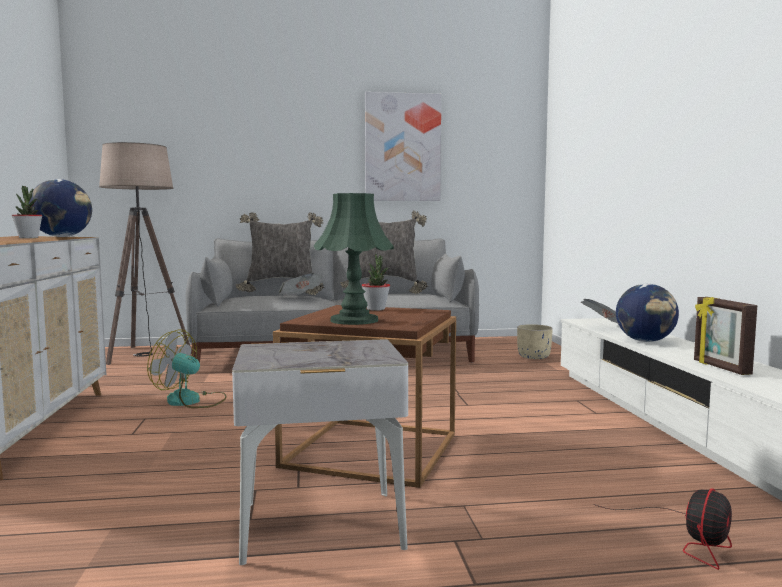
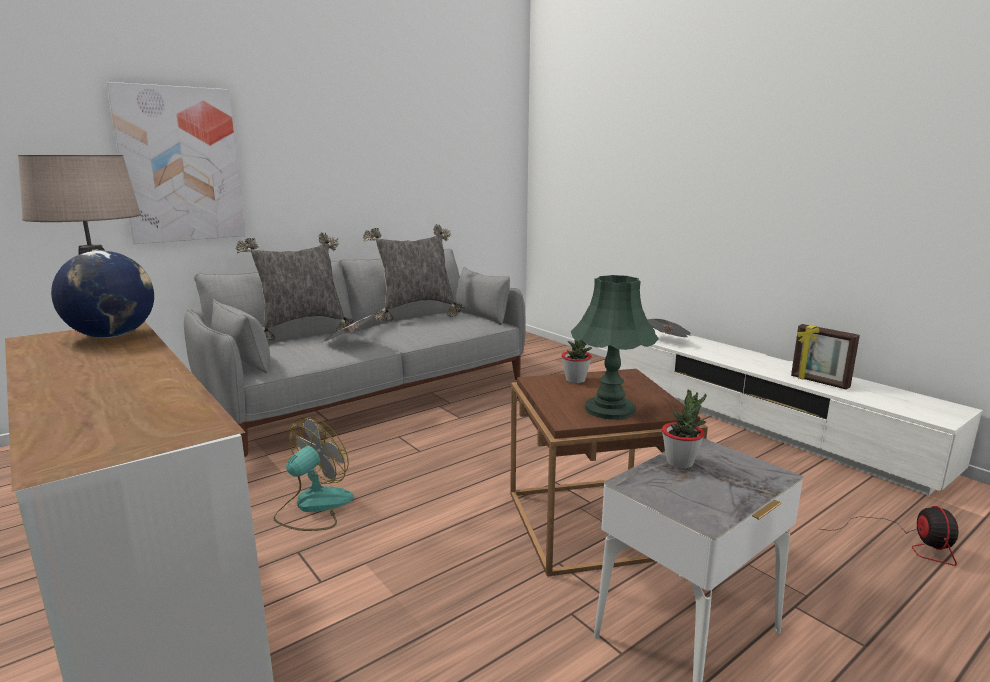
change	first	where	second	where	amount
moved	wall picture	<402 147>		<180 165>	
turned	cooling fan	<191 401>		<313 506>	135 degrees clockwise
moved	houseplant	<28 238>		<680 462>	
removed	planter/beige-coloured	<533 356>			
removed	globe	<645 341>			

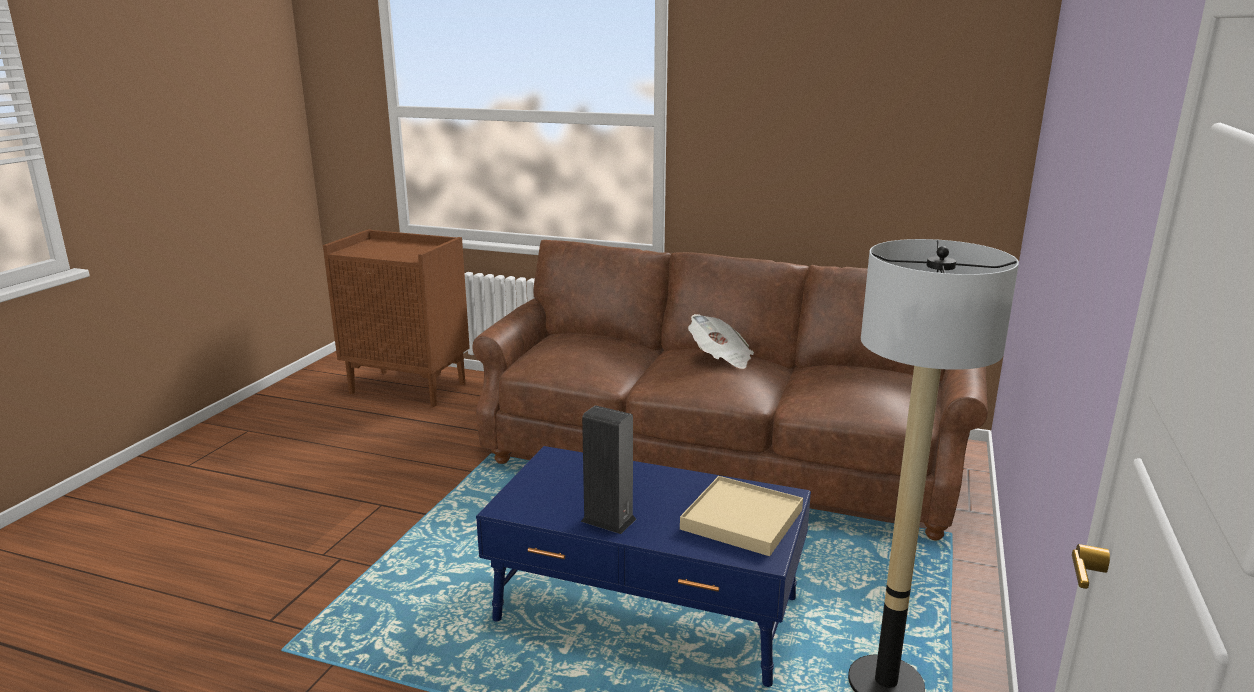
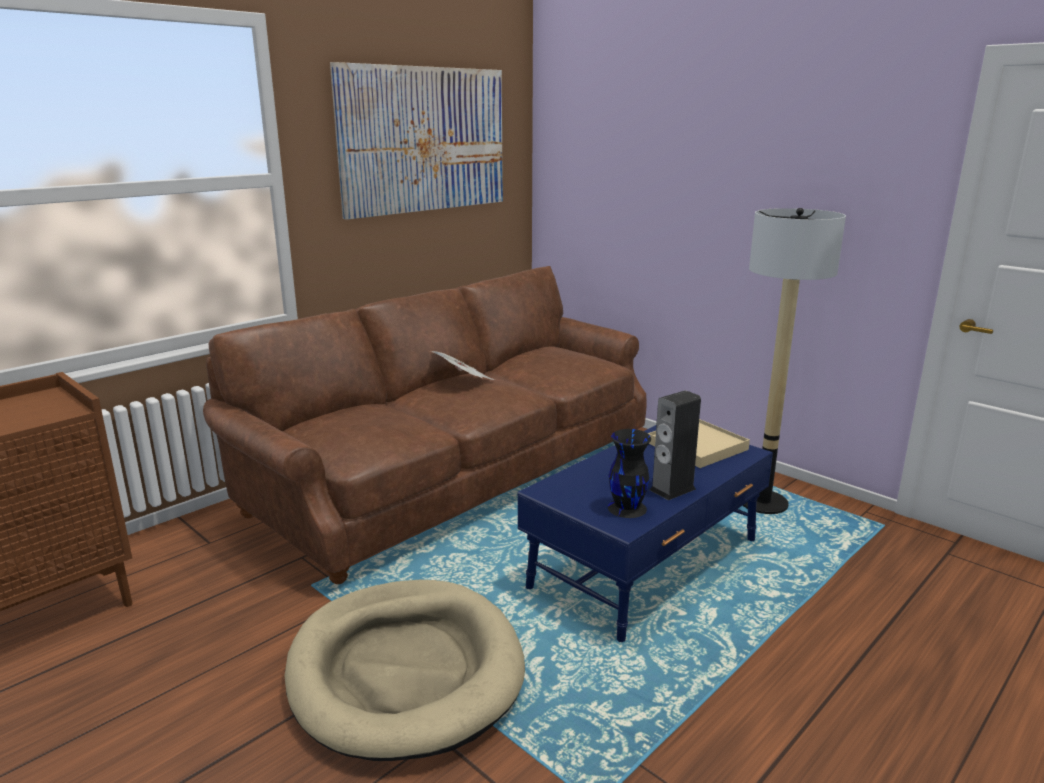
change	first	where	second	where	amount
added			dog cushion/beige-coloured	<405 671>	
added			wall picture	<424 140>	
added			vase/black-coloured	<627 507>	

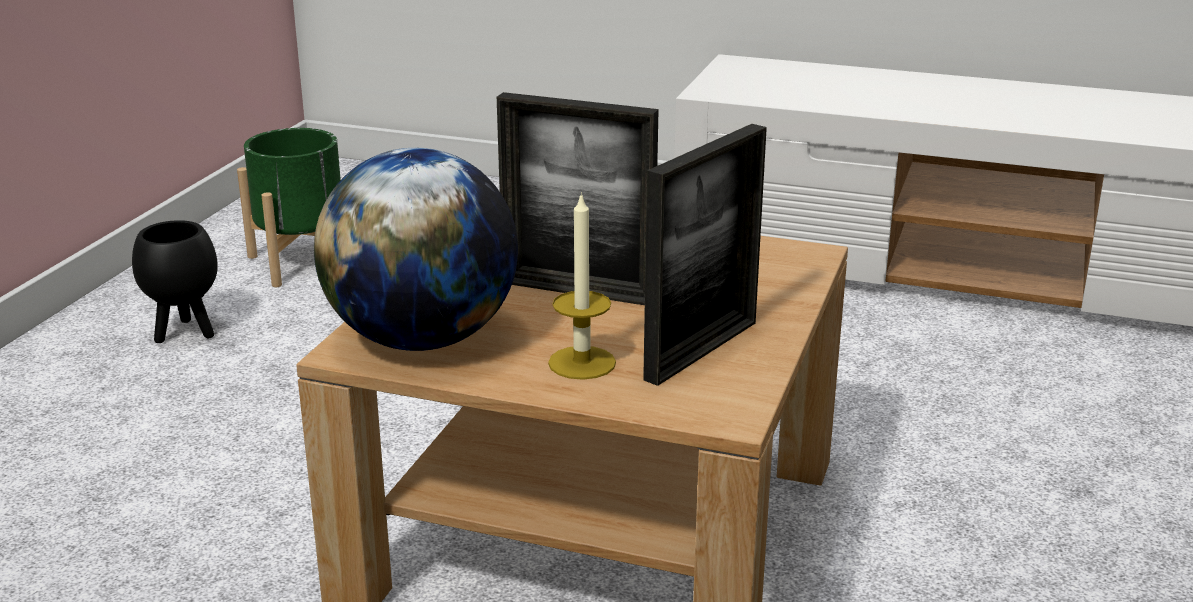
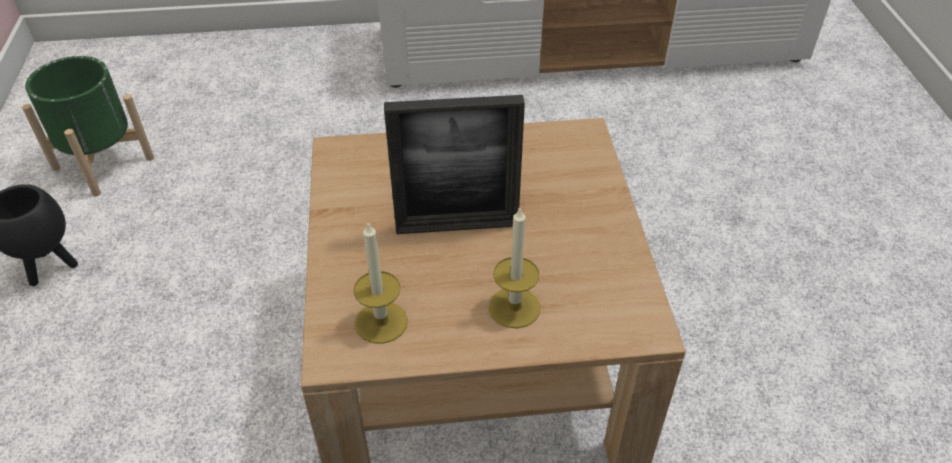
change	first	where	second	where	amount
replaced	globe	<422 340>	candle	<381 322>	
removed	standing frame	<701 350>			

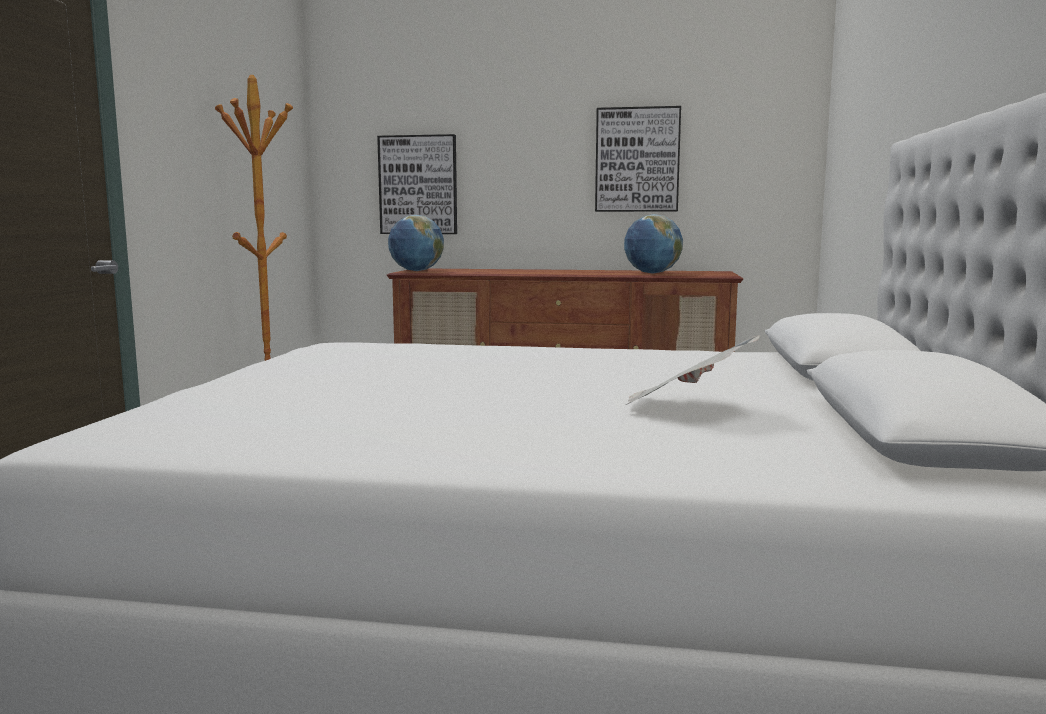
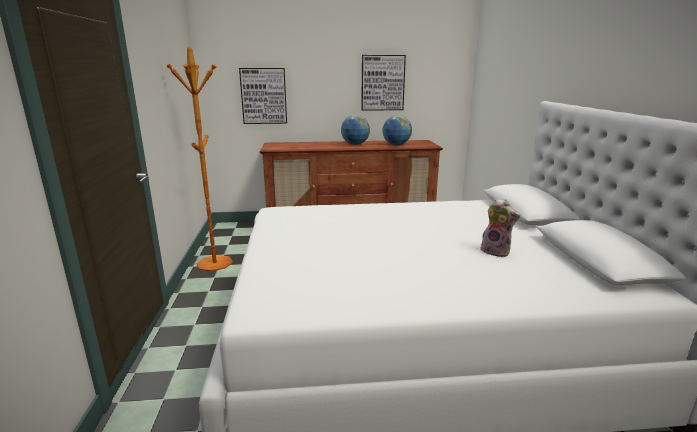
change	first	where	second	where	amount
moved	globe	<416 271>		<355 144>	
replaced	newspaper	<684 408>	cuddly toy	<496 251>	

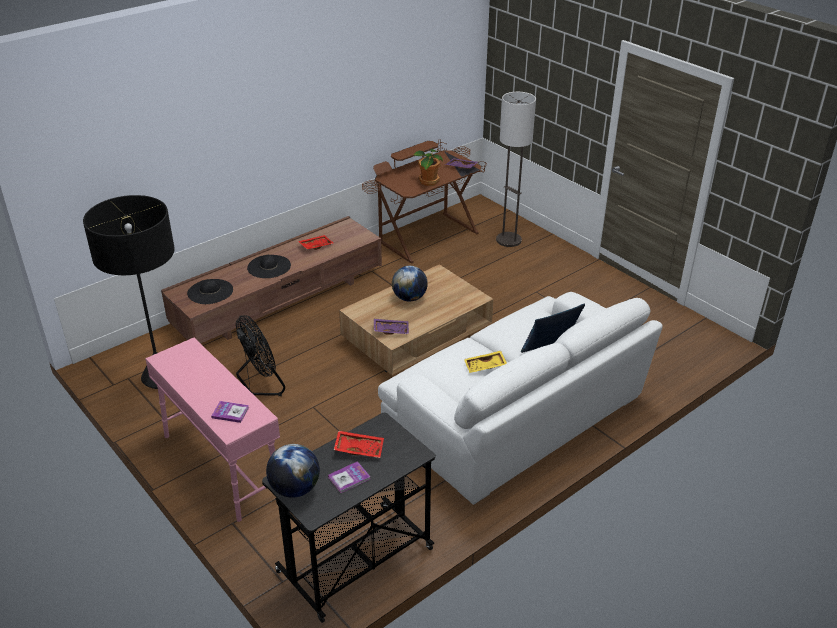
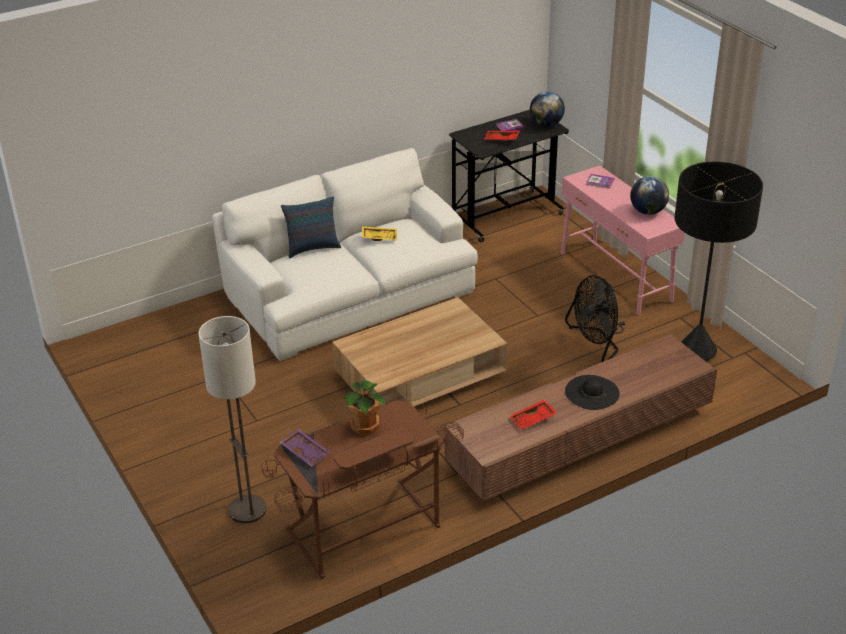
change	first	where	second	where	amount
moved	globe	<409 298>		<647 211>	
removed	clothing hat/black-coloured	<210 291>			
removed	serving tray/purple-coloured	<391 330>			

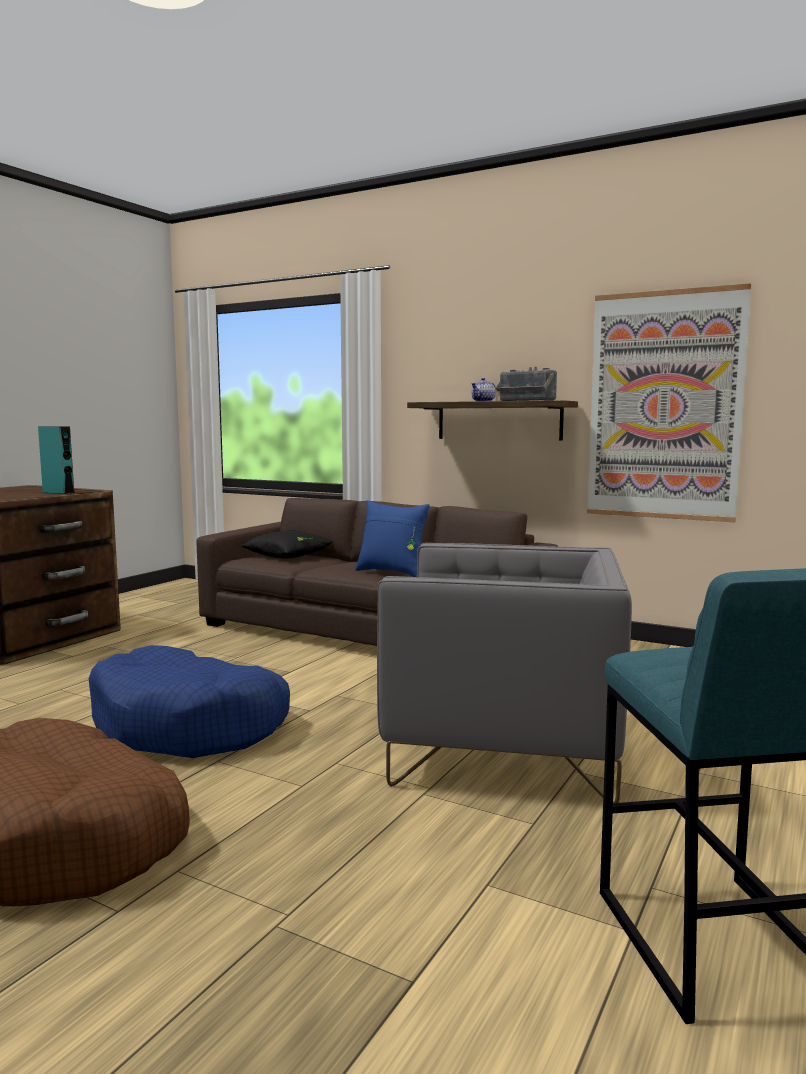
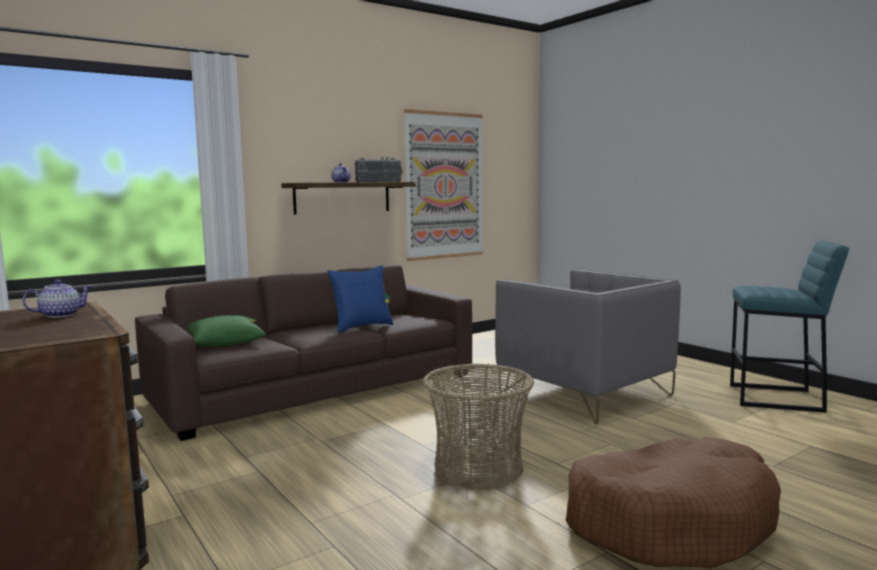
change	first	where	second	where	amount
replaced	speaker/blue-green	<58 493>	pot for tea	<61 315>	
recoloured	pillow/black-coloured	<287 556>	pillow/greenish	<225 343>	
replaced	dog cushion/bluish	<189 726>	basket	<478 468>	
turned	easy chair/greyish	<504 749>		<584 393>	105 degrees clockwise

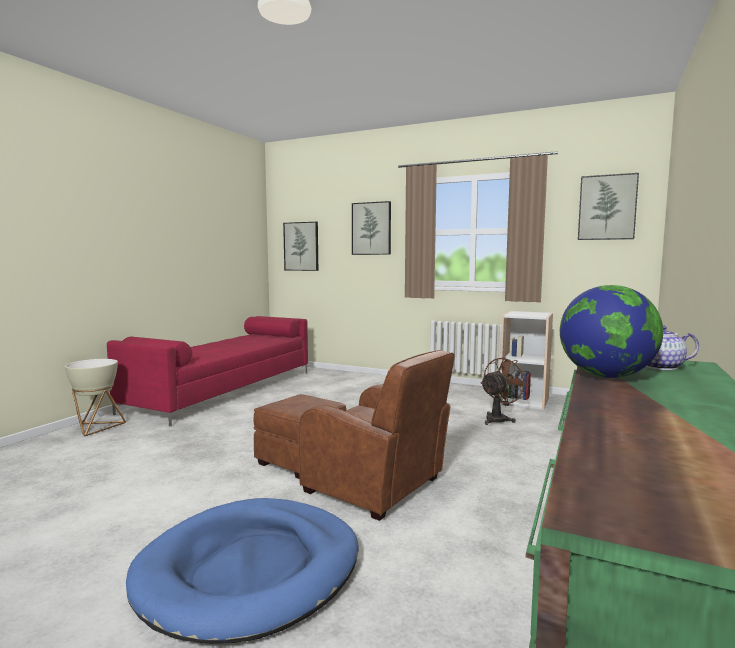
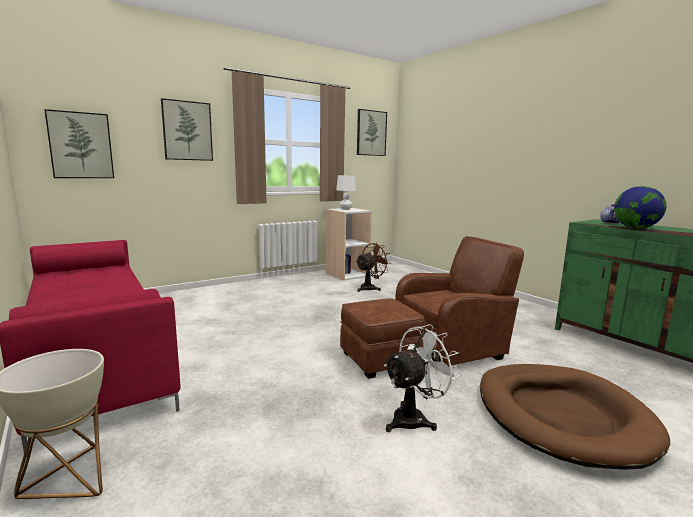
change	first	where	second	where	amount
added			table lamp/white-coloured	<345 209>	
turned	cooling fan/brownish	<499 419>		<370 288>	60 degrees clockwise
added			cooling fan/white-coloured	<415 418>	
recoloured	dog cushion/bluish	<251 571>	dog cushion/brownish	<561 416>	

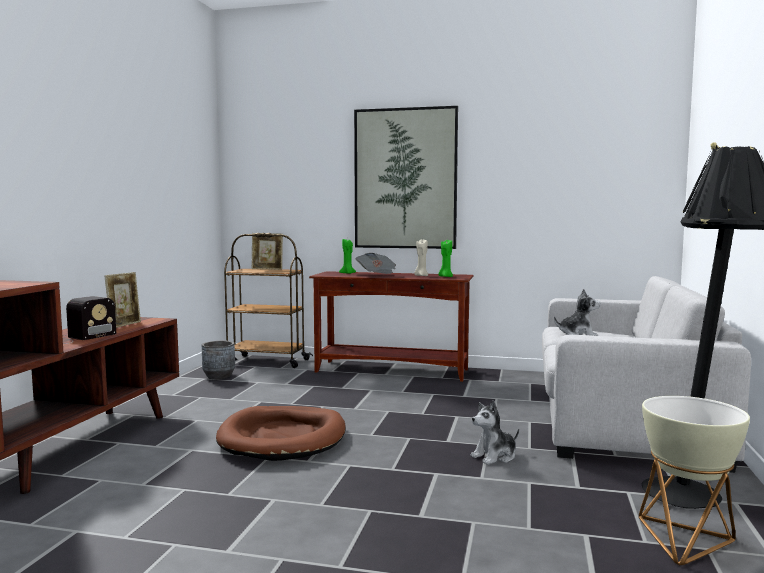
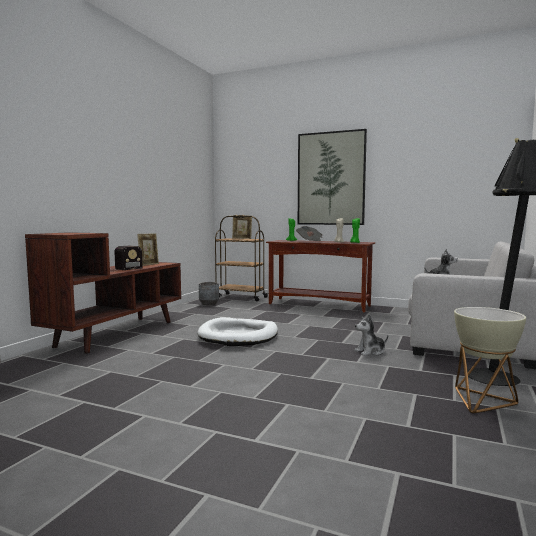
change	first	where	second	where	amount
recoloured	dog cushion/brownish	<283 438>	dog cushion/white-coloured	<238 336>	

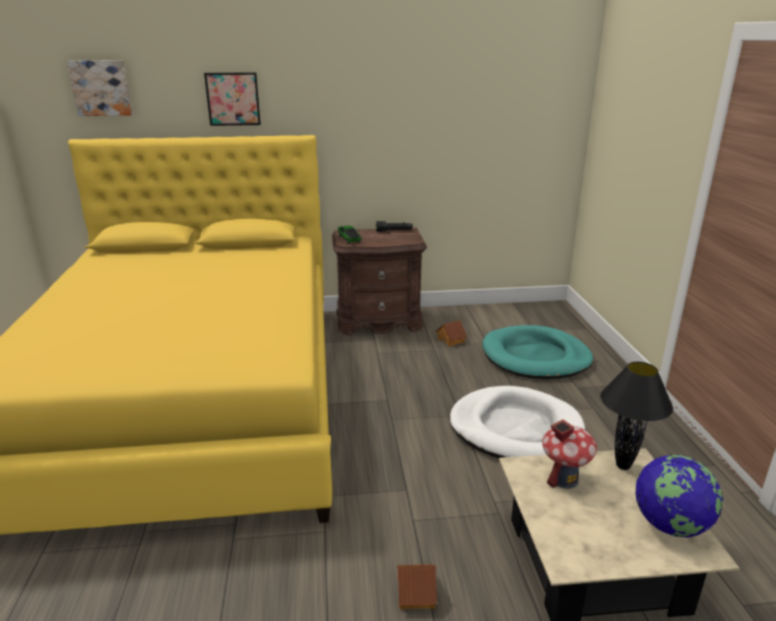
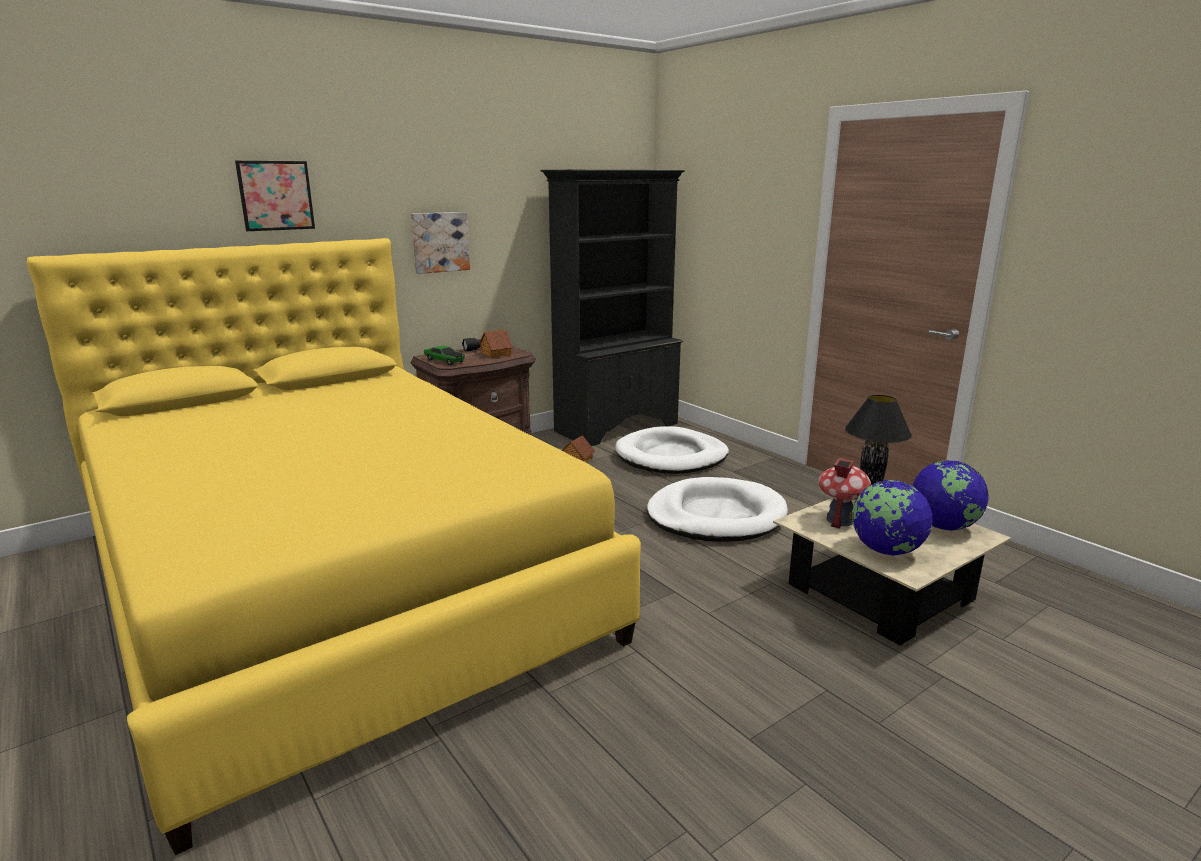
change	first	where	second	where	amount
moved	wall picture	<101 88>		<439 242>	
moved	toy house	<415 592>		<495 354>	
added			bookcase/black-coloured	<616 427>	
recoloured	dog cushion/blue-green	<535 357>	dog cushion/white-coloured	<671 456>	
added			globe	<886 551>	

